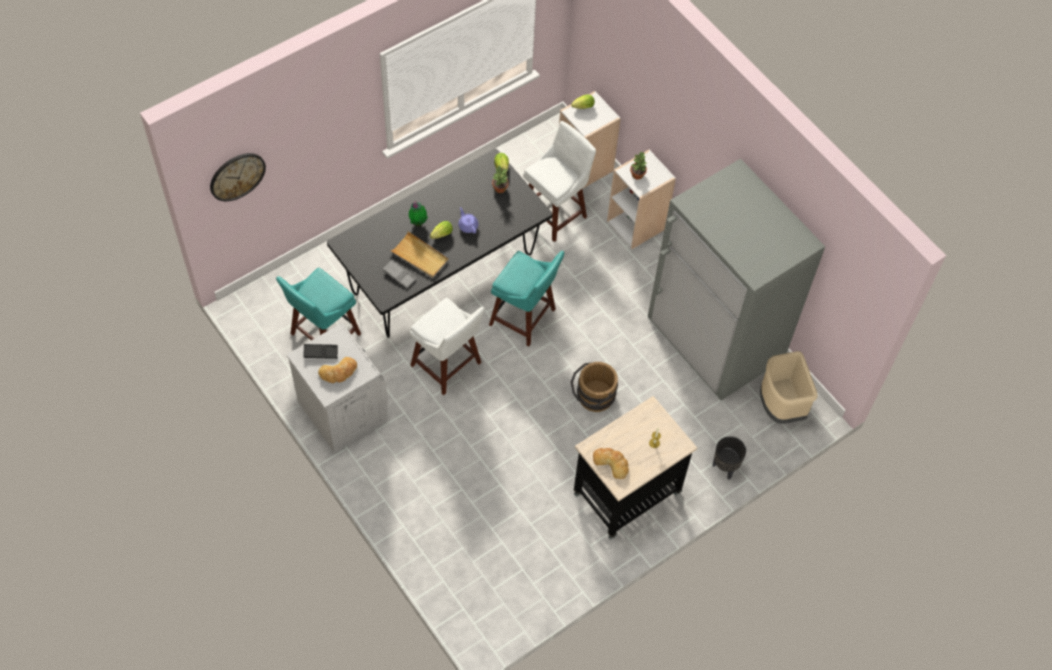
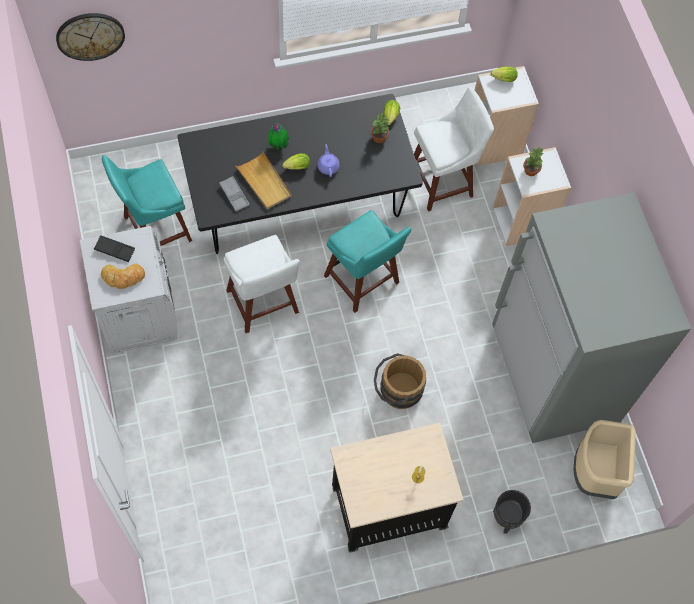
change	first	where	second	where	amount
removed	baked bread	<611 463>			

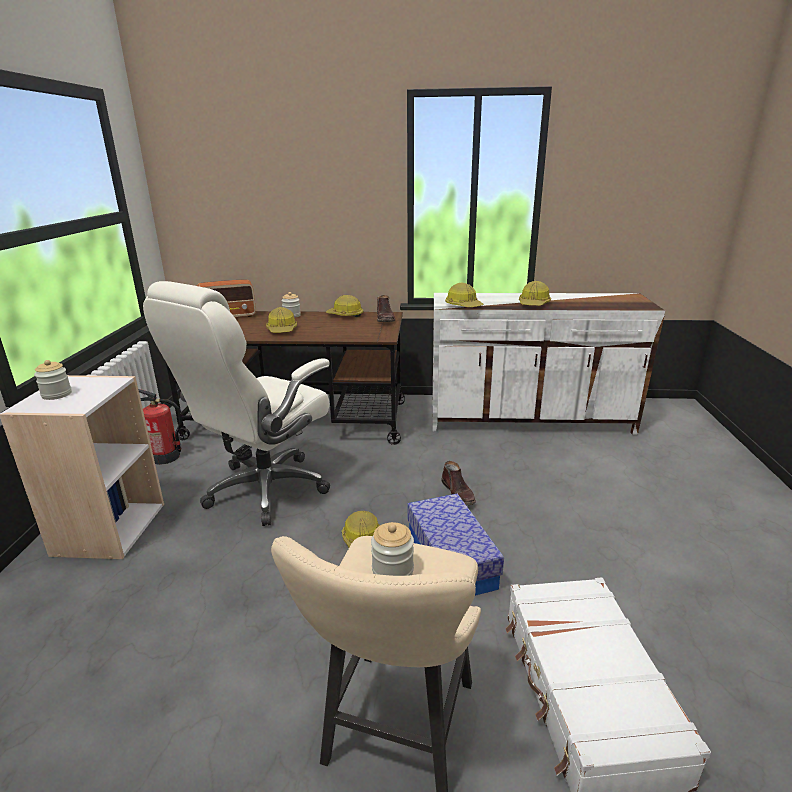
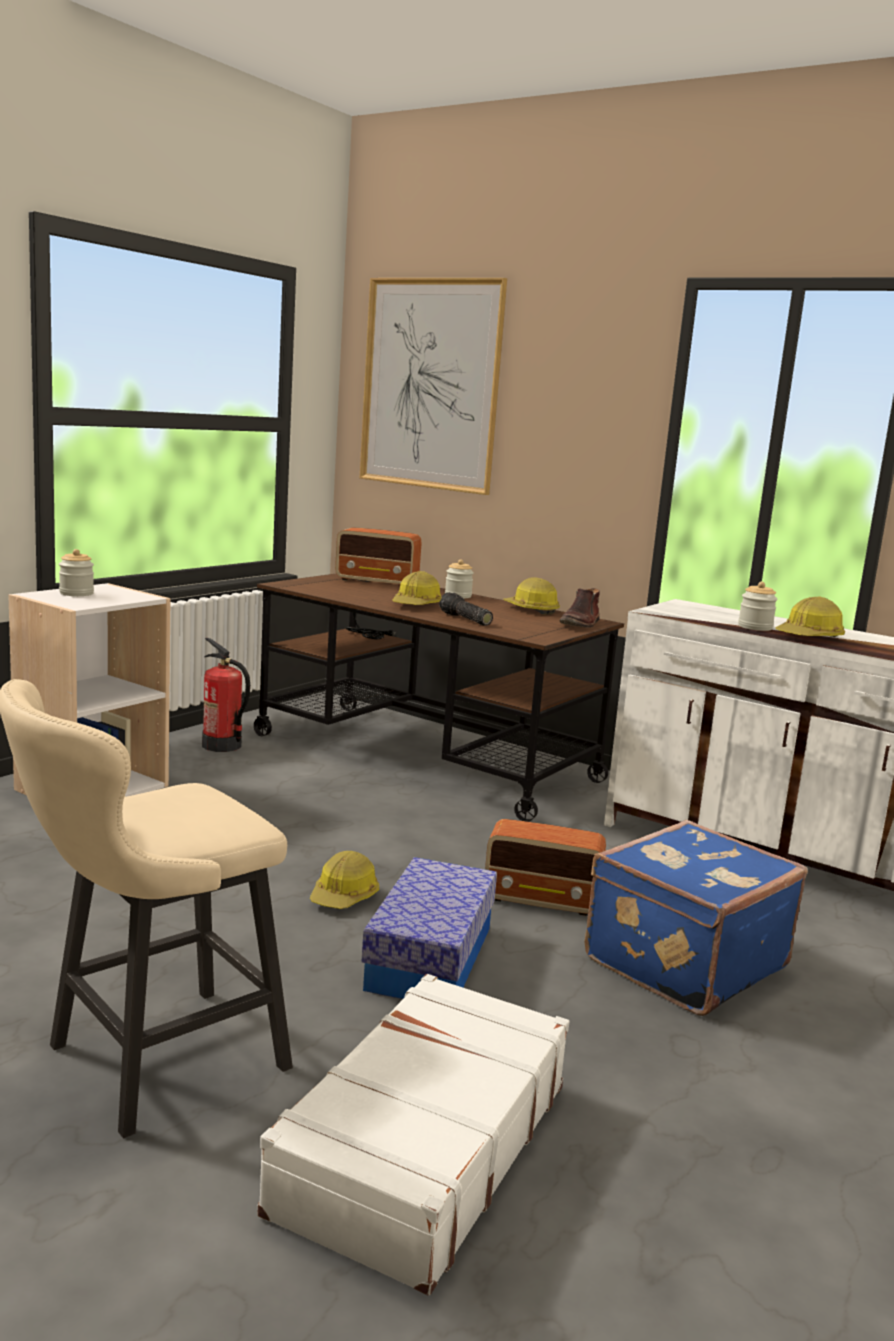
change	first	where	second	where	amount
added			wall picture	<430 384>	
added			torch	<464 619>	
replaced	tall boot/brownish	<458 493>	radio receiver	<542 900>	
added			piece of luggage/bluish	<682 961>	
moved	storage jar	<392 571>		<755 627>	
removed	computer chair/white-coloured	<264 490>			
removed	hard hat	<463 306>			

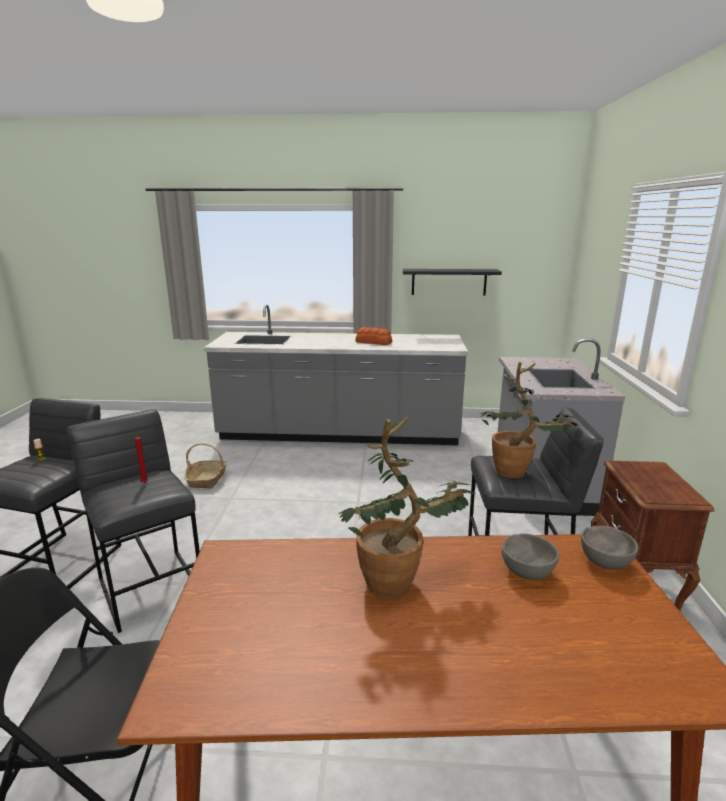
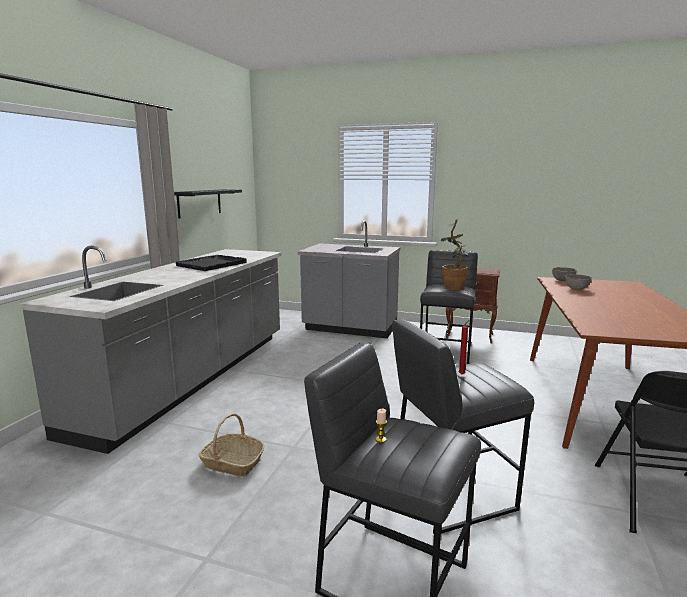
change	first	where	second	where	amount
replaced	baked bread	<374 342>	serving tray/black-coloured	<212 264>	
removed	houseplant	<400 582>			

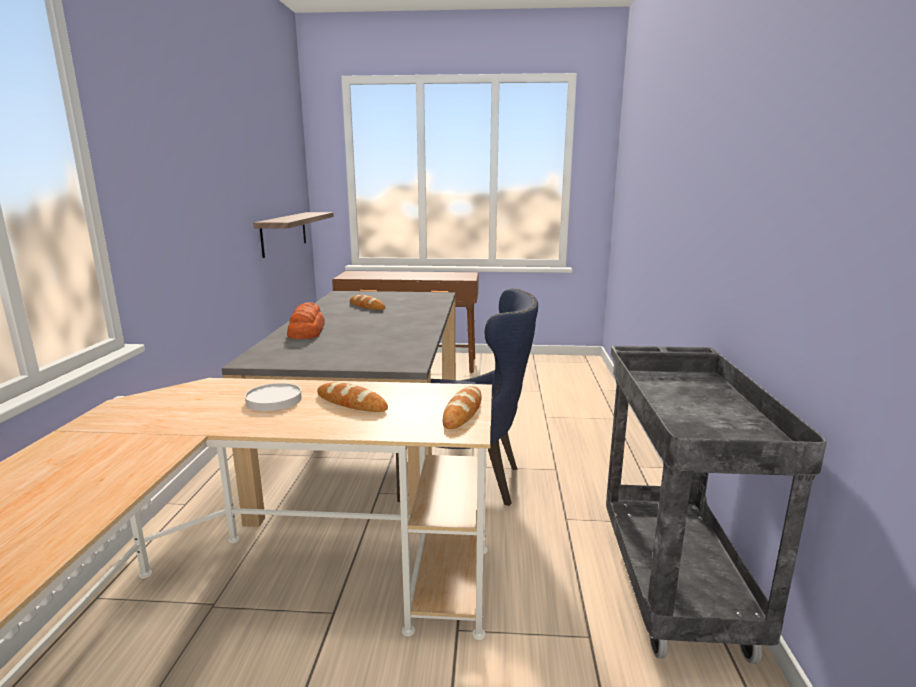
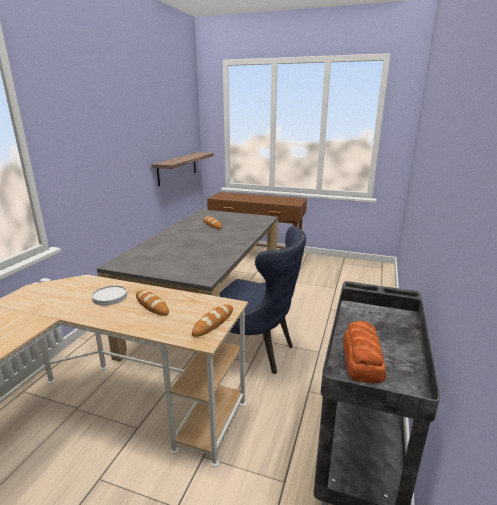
change	first	where	second	where	amount
moved	baked bread	<306 331>		<362 359>	

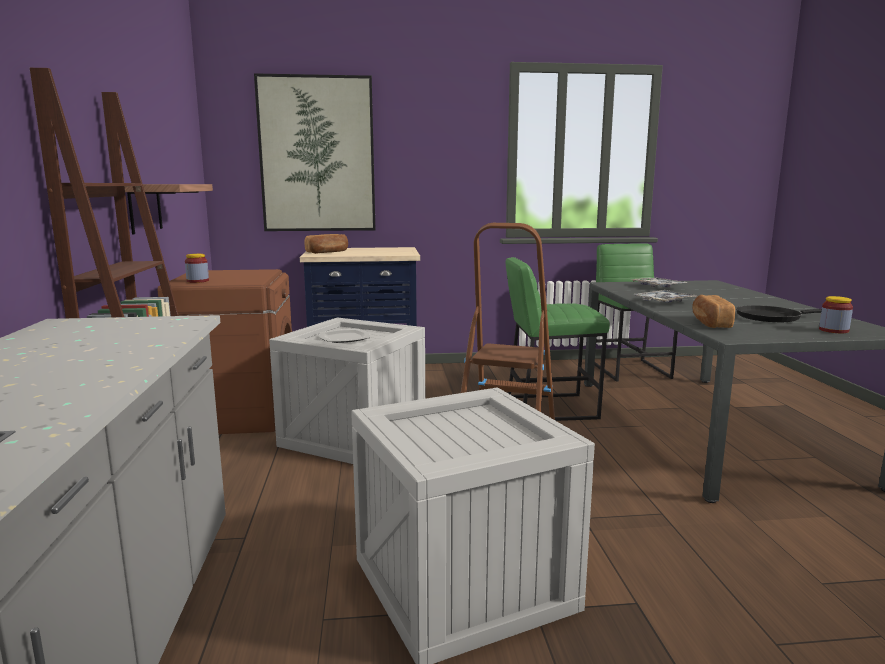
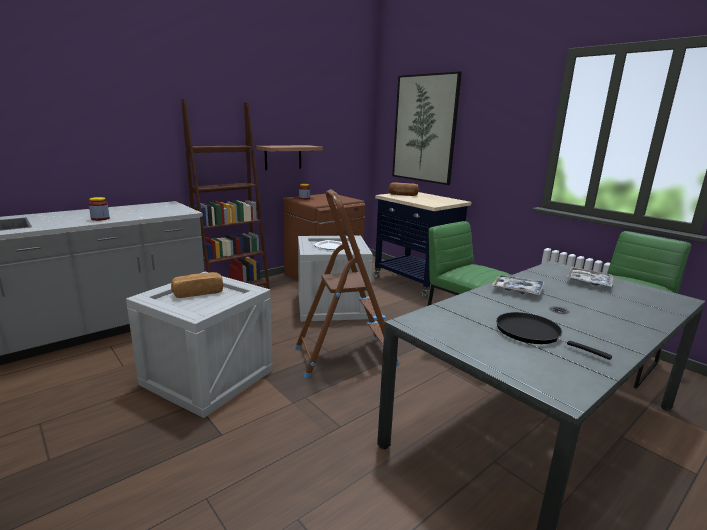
change	first	where	second	where	amount
moved	storage jar	<833 330>		<100 218>	
moved	baked bread	<710 323>		<198 293>	

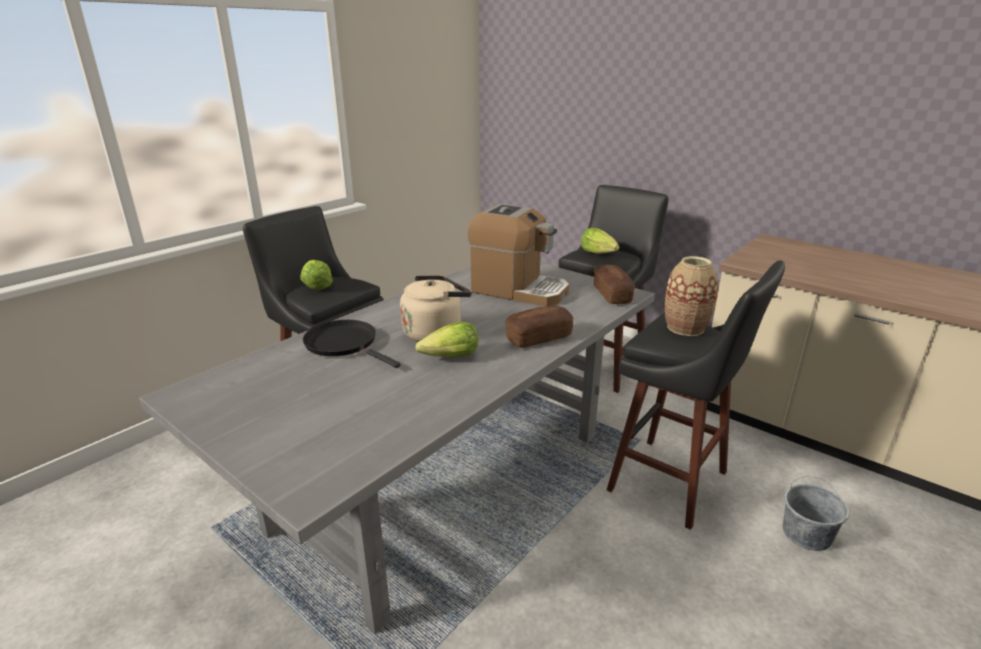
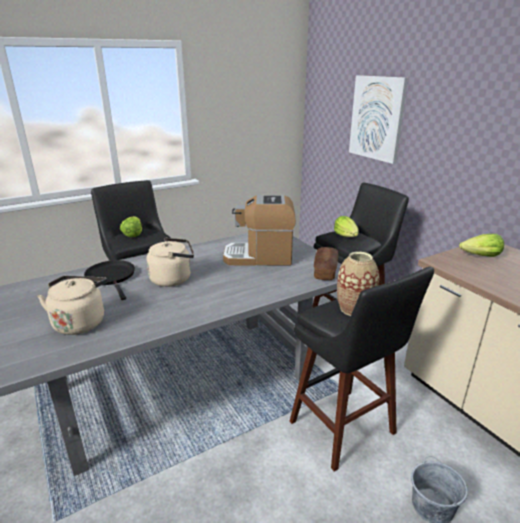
change	first	where	second	where	amount
added			kettle/beige-coloured	<80 322>	
turned	coffee brewer	<519 290>		<259 257>	135 degrees clockwise
added			wall picture	<377 118>	
moved	head of lettuce	<451 357>		<481 256>	
removed	baked bread	<538 338>			

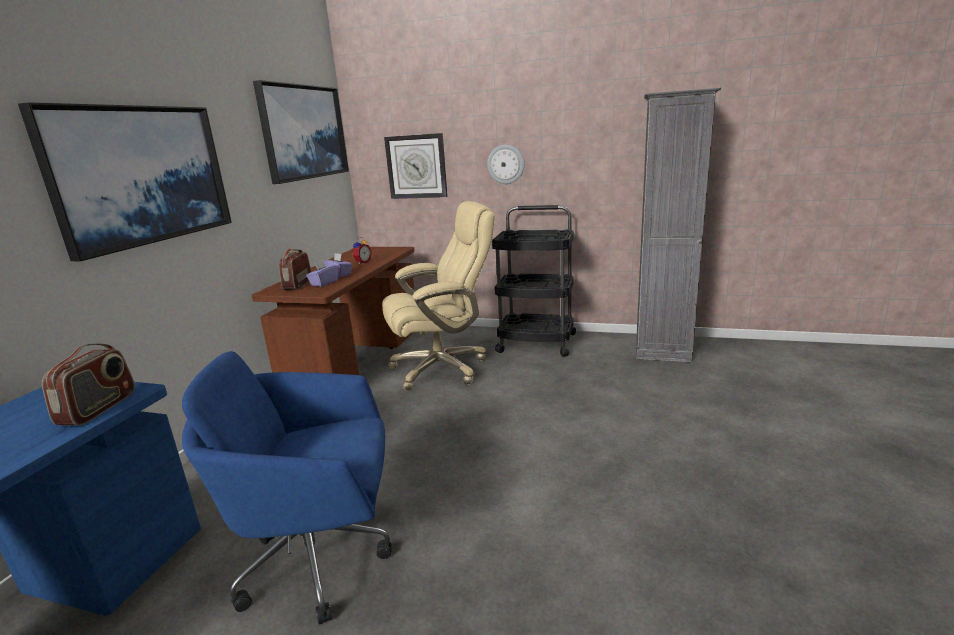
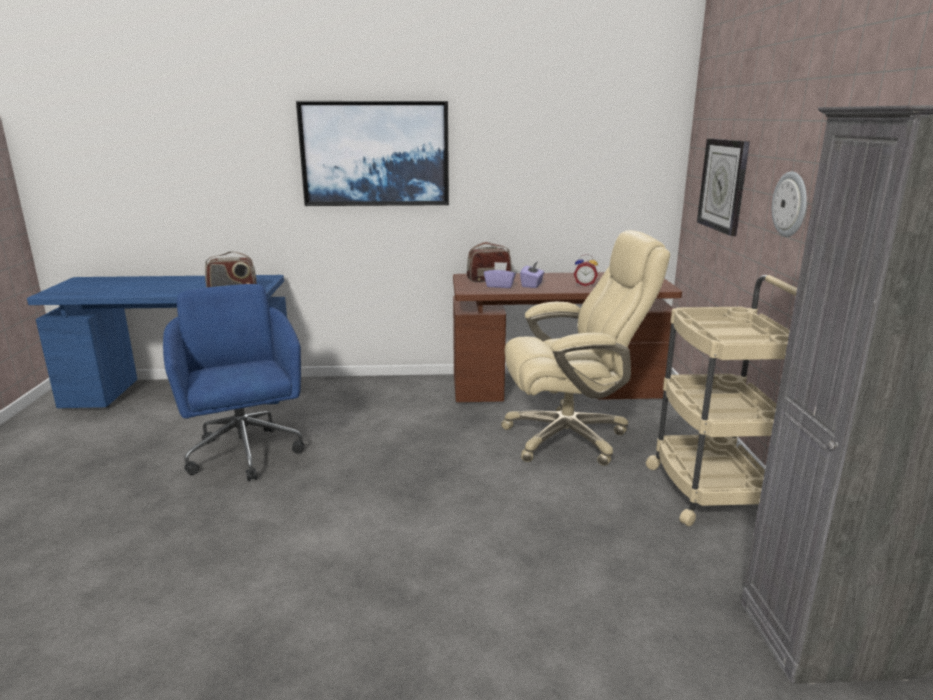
change	first	where	second	where	amount
turned	computer chair/beige-coloured	<443 369>		<570 440>	60 degrees counterclockwise
recoloured	cart/black-coloured	<536 343>	cart/beige-coloured	<710 492>	
removed	wall picture	<304 132>			

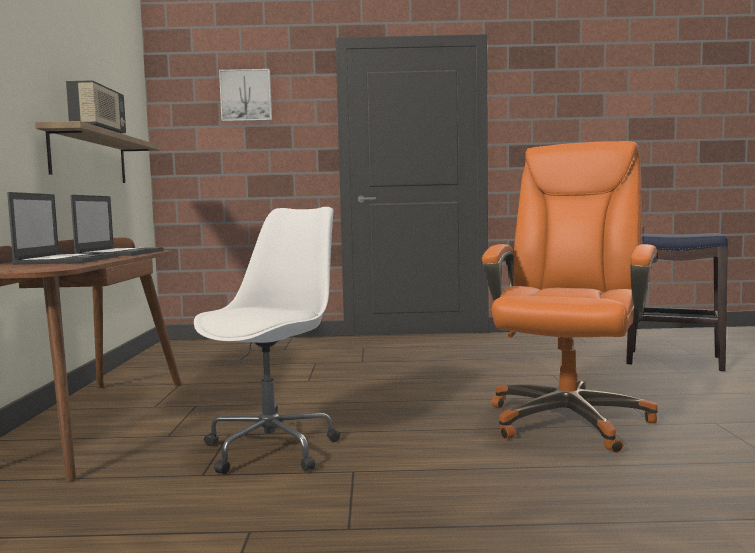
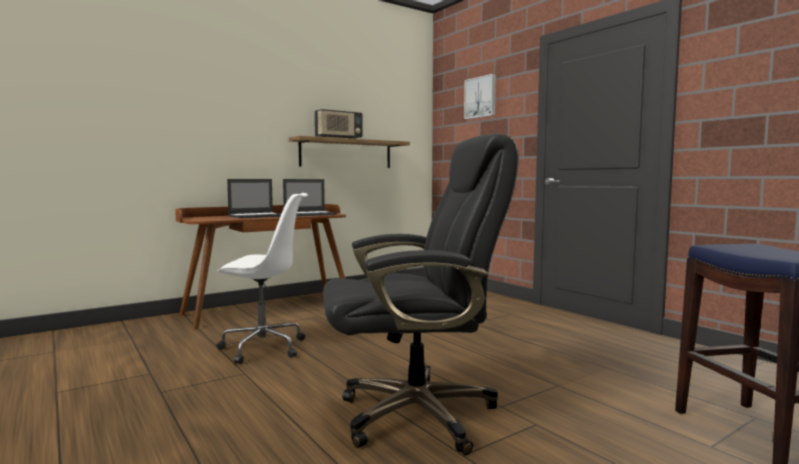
change	first	where	second	where	amount
recoloured	computer chair/orangey	<568 423>	computer chair/black-coloured	<413 415>	

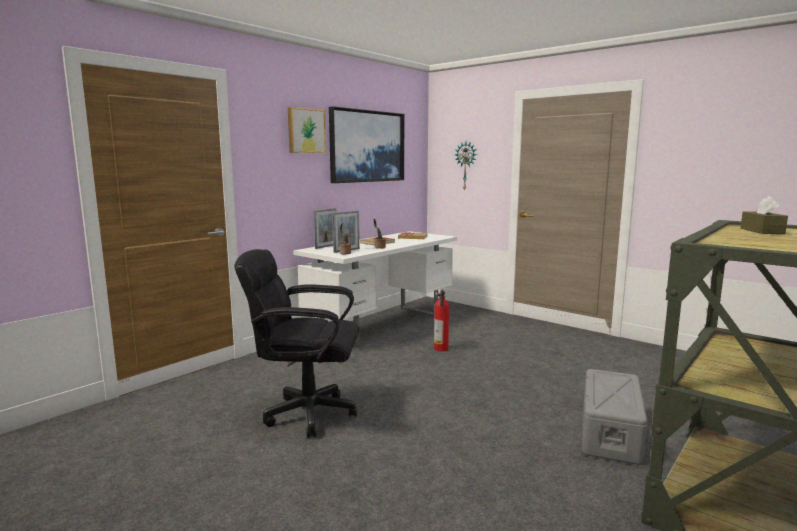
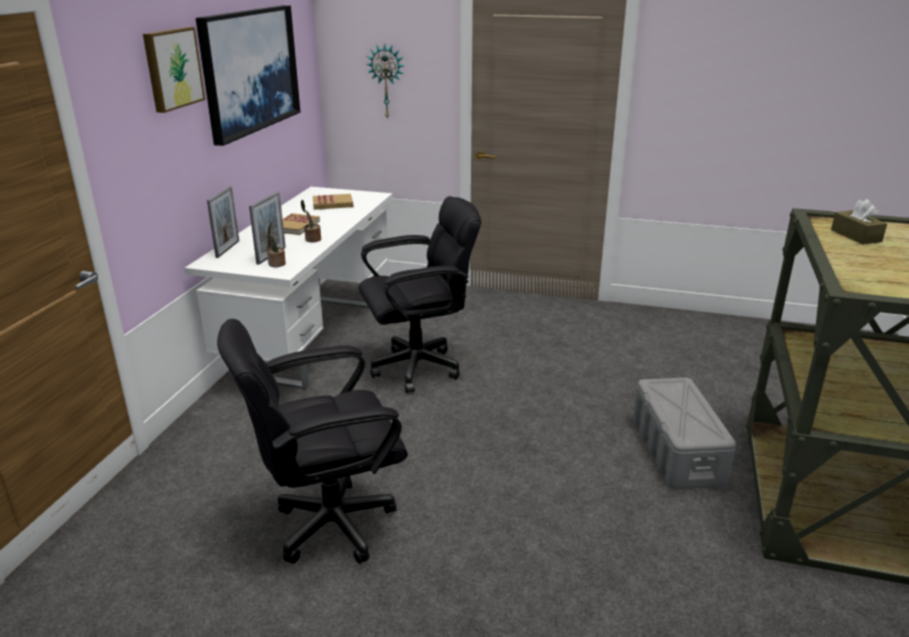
change	first	where	second	where	amount
replaced	fire extinguisher	<441 349>	computer chair/black-coloured	<421 367>	

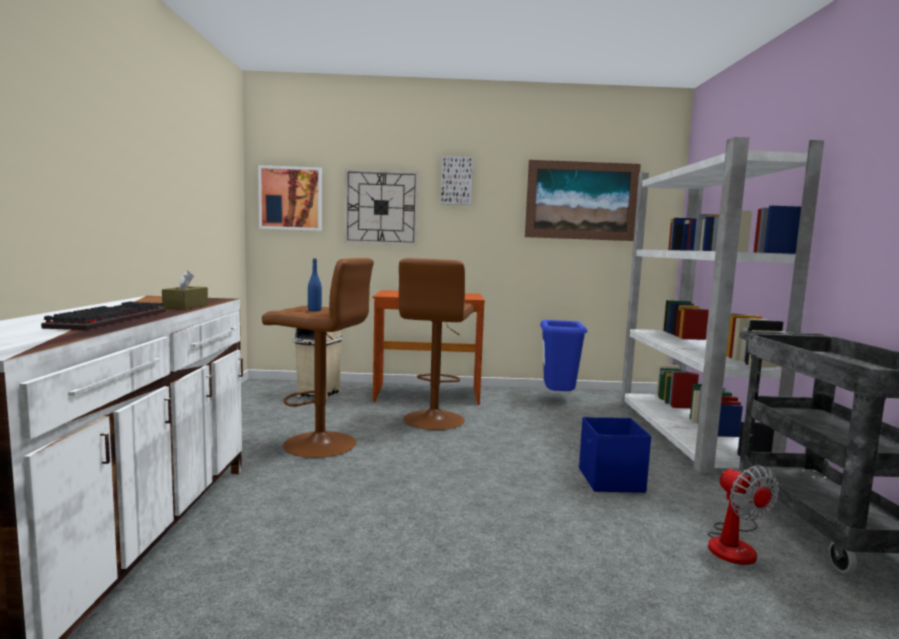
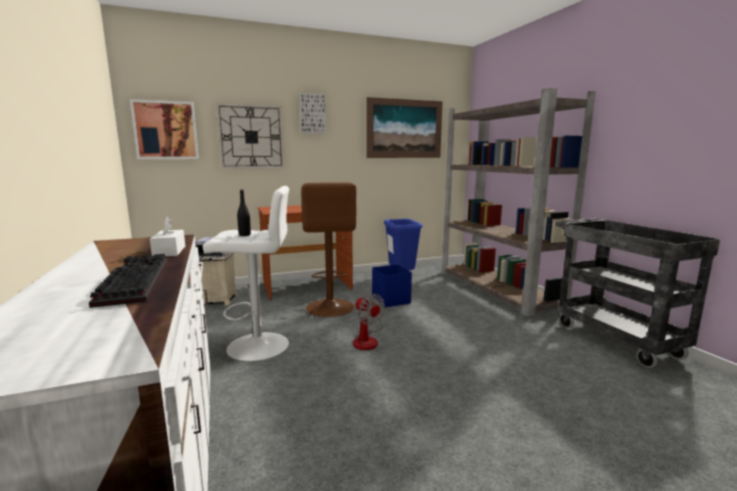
change	first	where	second	where	amount
recoloured	tissue box/brownish	<186 306>	tissue box/white-coloured	<169 251>	
recoloured	stool seat/brownish	<320 445>	stool seat/white-coloured	<258 346>	
recoloured	drink bottle/bluish	<314 310>	drink bottle/black-coloured	<244 235>	
moved	cooling fan	<734 544>		<367 339>	
moved	storage bin/bluish	<610 481>		<391 300>	
recoloured	bookcase/white-coloured	<686 432>	bookcase/brownish	<497 288>	

